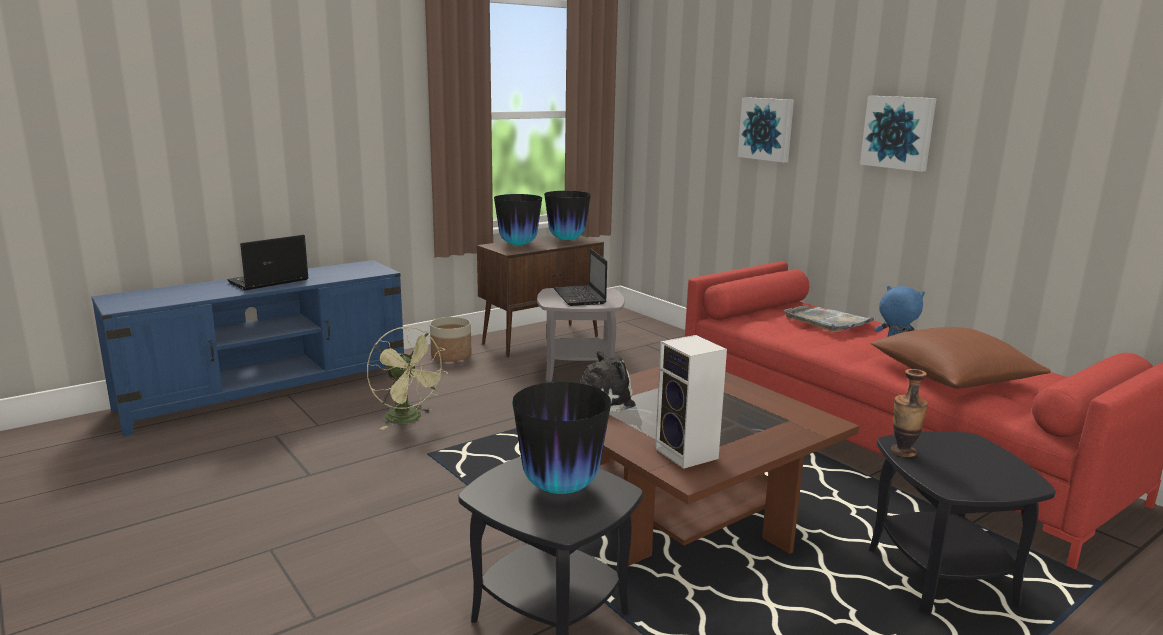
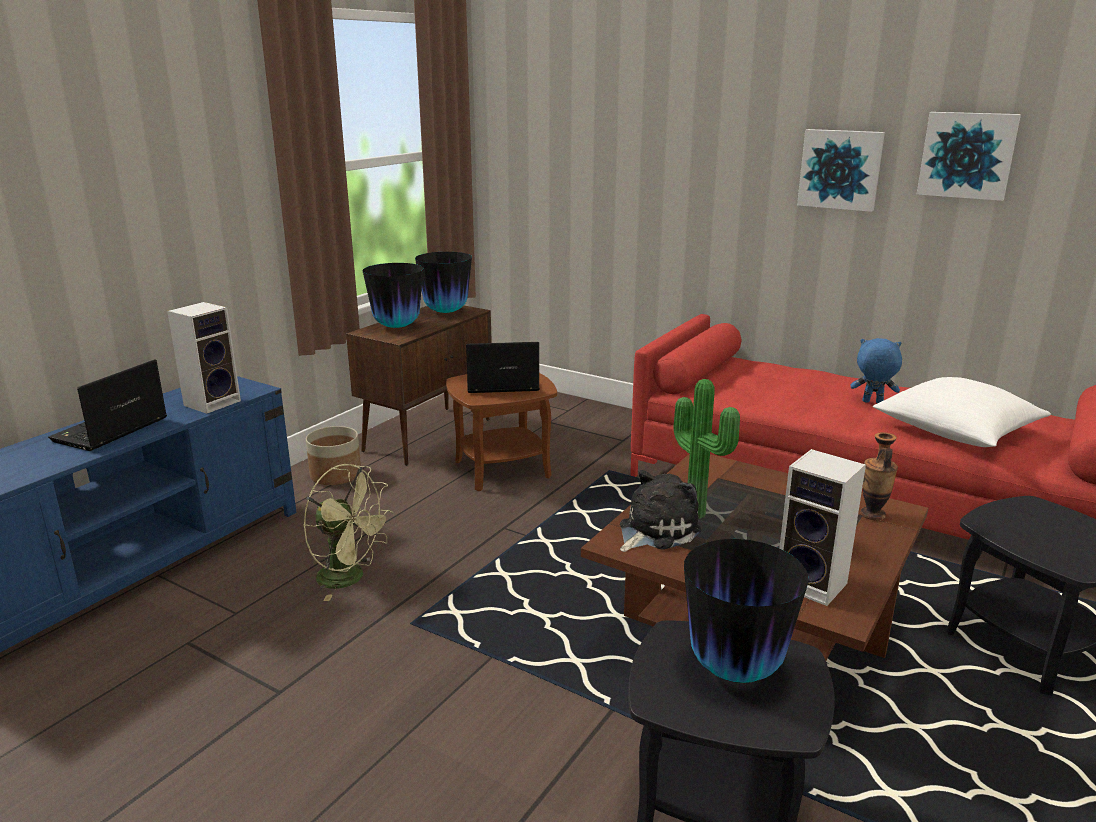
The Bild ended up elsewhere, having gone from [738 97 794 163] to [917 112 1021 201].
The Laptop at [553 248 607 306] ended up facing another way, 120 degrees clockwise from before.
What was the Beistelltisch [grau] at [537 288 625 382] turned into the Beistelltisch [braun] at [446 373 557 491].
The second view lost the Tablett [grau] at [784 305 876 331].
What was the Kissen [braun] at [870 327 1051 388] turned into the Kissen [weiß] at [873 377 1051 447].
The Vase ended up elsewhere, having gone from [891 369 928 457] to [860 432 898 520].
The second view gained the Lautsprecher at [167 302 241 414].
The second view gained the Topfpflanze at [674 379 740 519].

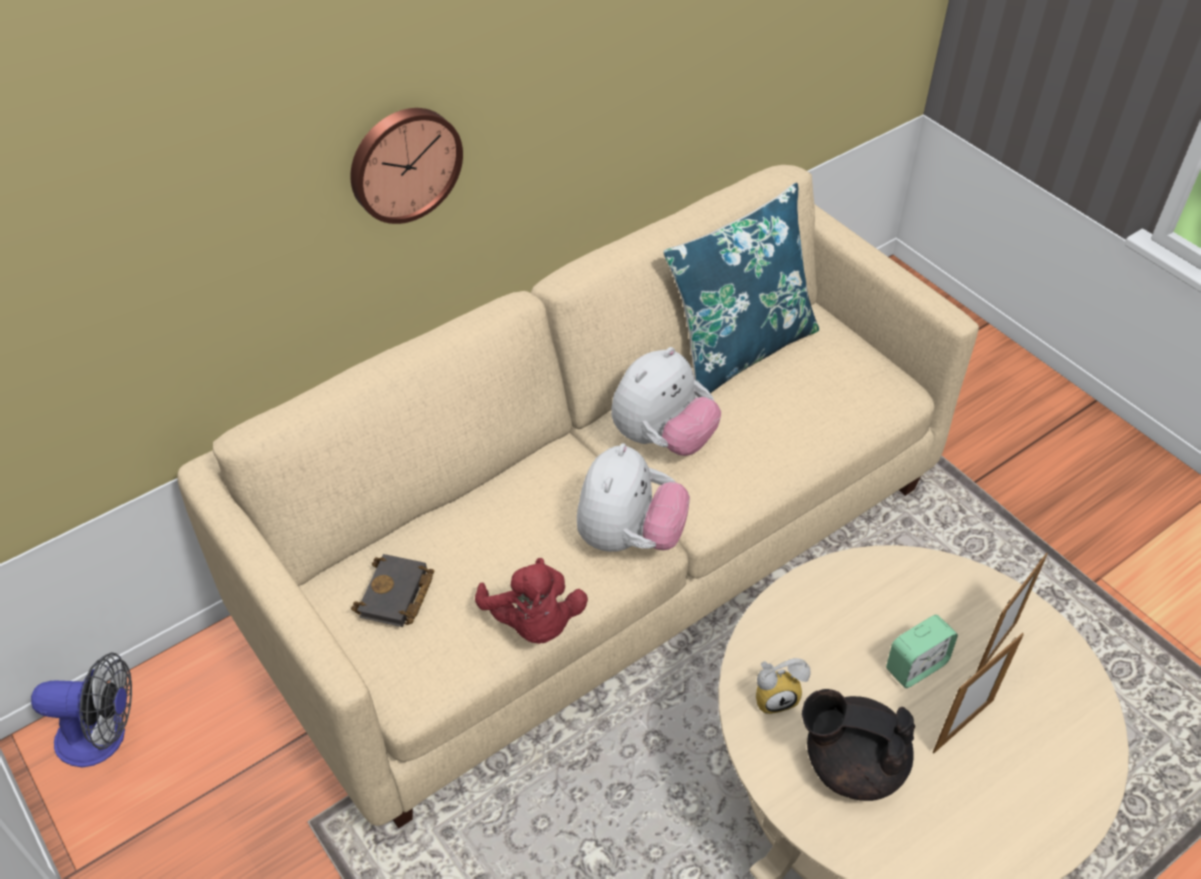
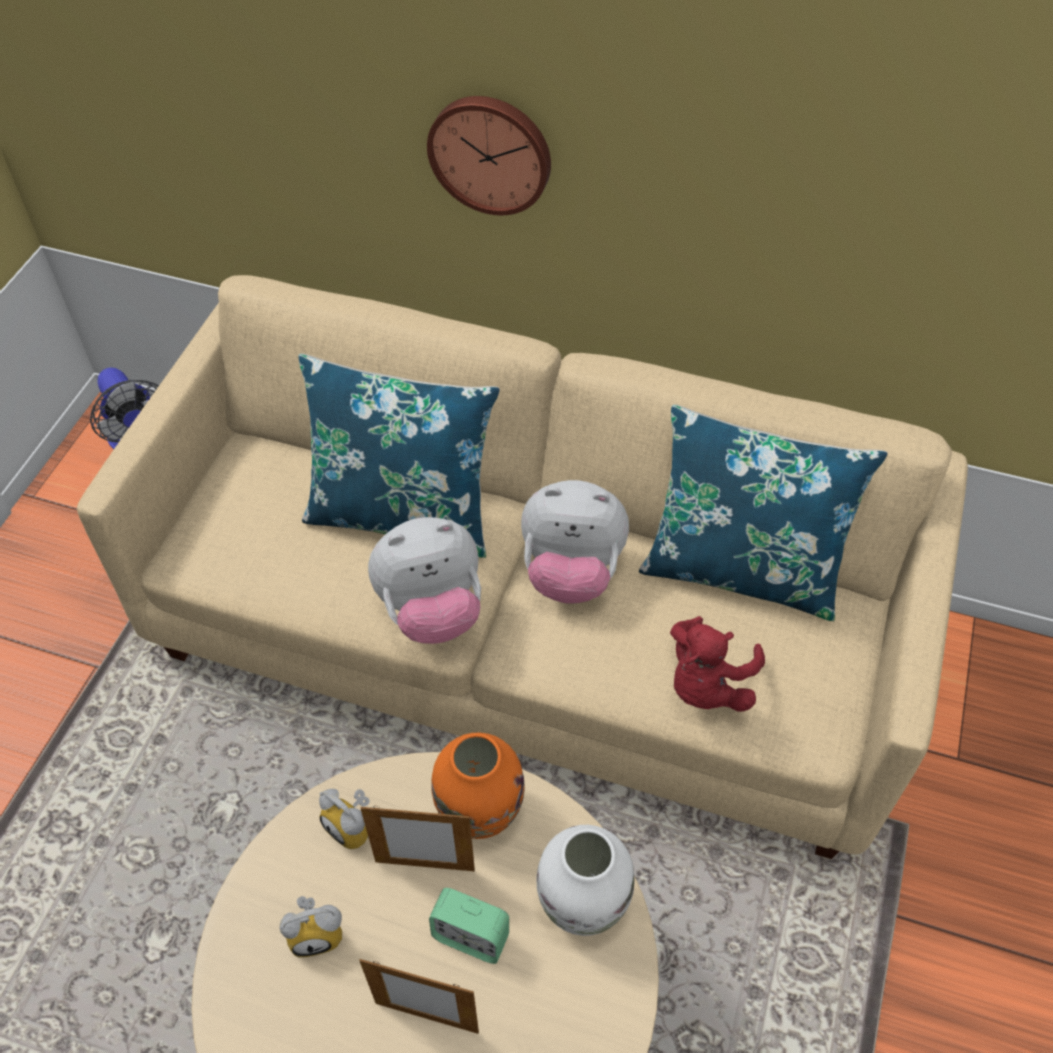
The Bilderrahmen ended up elsewhere, having gone from [976 553 1048 673] to [360 806 475 871].
The second view lost the Buch [schwarz] at [351 554 434 627].
The Plüschtier [rot] ended up elsewhere, having gone from [475 558 588 644] to [670 616 765 712].
Where the Teekanne [schwarz] stood at [802 689 915 801], the Wecker came to stand at [280 896 343 958].
The second view gained the Kissen [blau] at [299 353 500 558].
The second view gained the Vase [orange] at [432 732 525 839].
The second view gained the Vase [weiß] at [536 825 635 936].

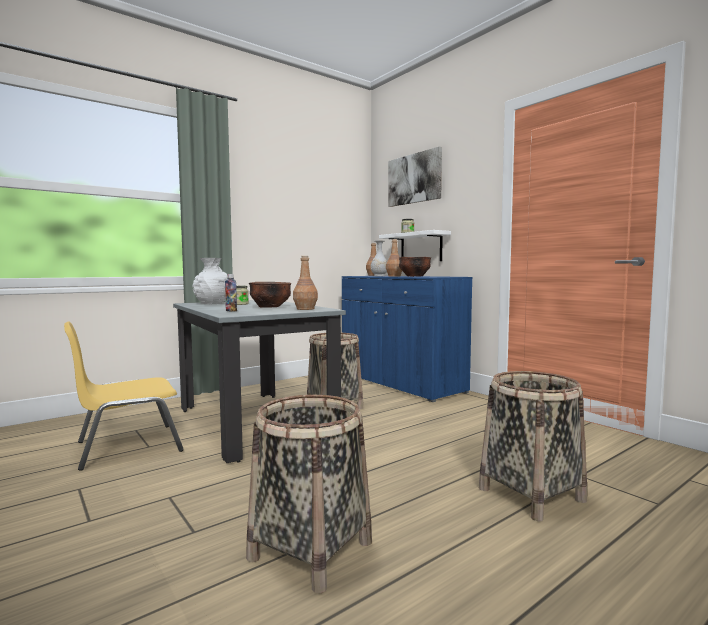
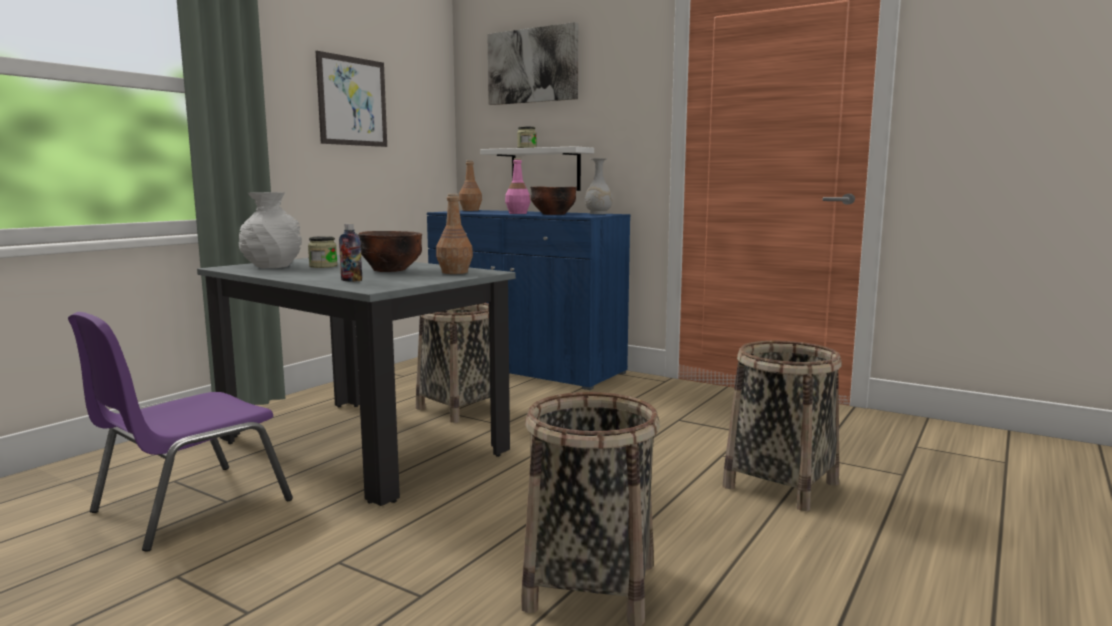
What was the Flasche [braun] at [386 239 402 277] turned into the Flasche [rosa] at [505 158 531 214].
The Vase [weiß] ended up elsewhere, having gone from [371 240 387 276] to [585 158 613 214].
What was the Stuhl [gelb] at [64 321 184 471] turned into the Stuhl [lila] at [68 312 293 552].
The second view gained the Bild at [315 51 387 147].

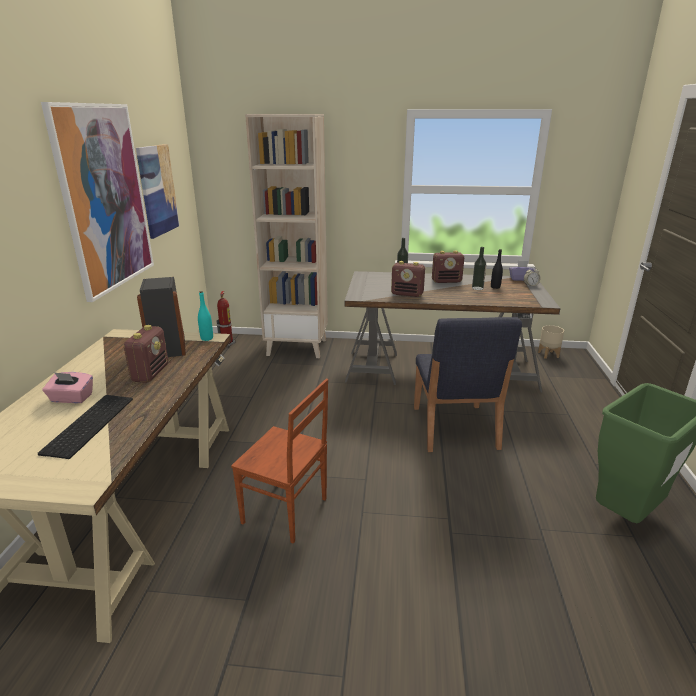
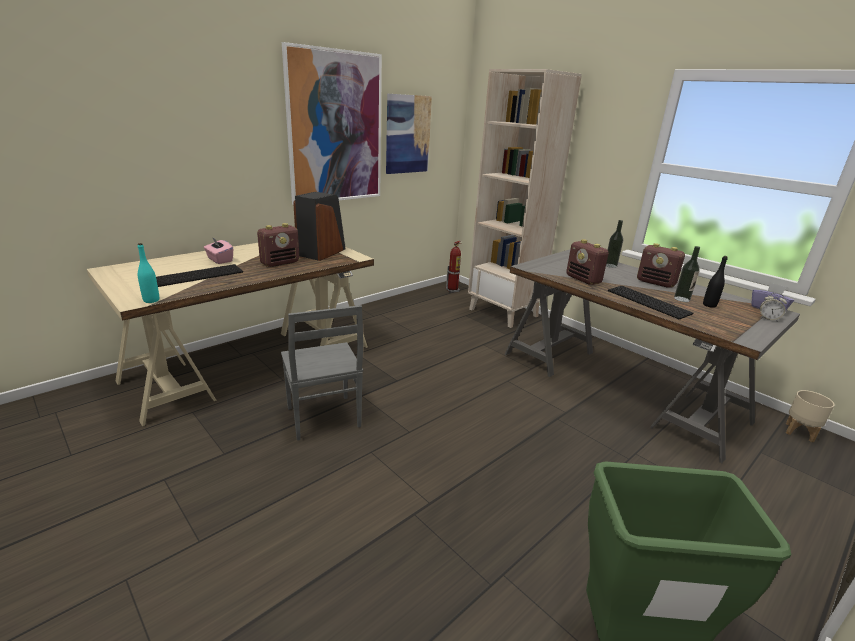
The Flasche [türkis] ended up elsewhere, having gone from [198 291 213 341] to [138 243 159 303].
The second view lost the Stuhl [blau] at [414 317 522 452].
What was the Stuhl [braun] at [231 379 328 544] turned into the Stuhl [grau] at [281 305 363 441].
The second view gained the Tastatur at [608 286 693 319].

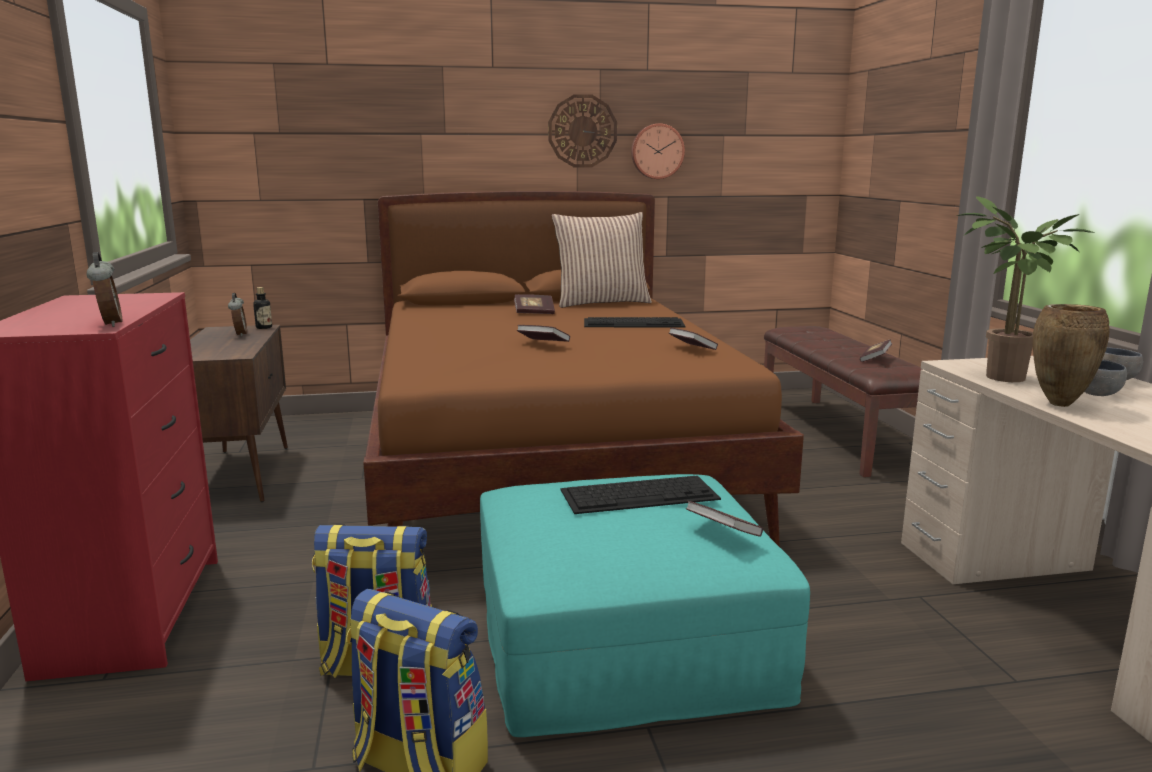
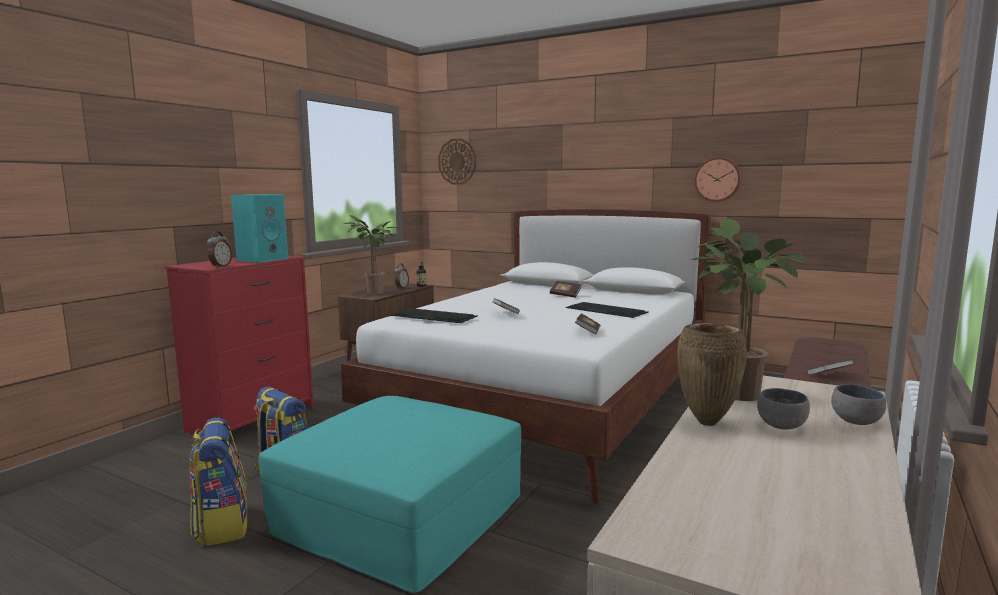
The Wanduhr ended up elsewhere, having gone from [548 94 617 167] to [438 138 476 185].
What was the Bett [braun] at [363 191 804 547] turned into the Bett [weiß] at [341 209 710 504].
The second view lost the Kissen at [552 212 652 308].
The Tastatur ended up elsewhere, having gone from [560 476 721 514] to [391 308 478 323].
The second view lost the Buch at [686 501 763 537].
The second view gained the Lautsprecher [türkis] at [231 194 288 263].
The second view gained the Topfpflanze at [344 215 396 295].

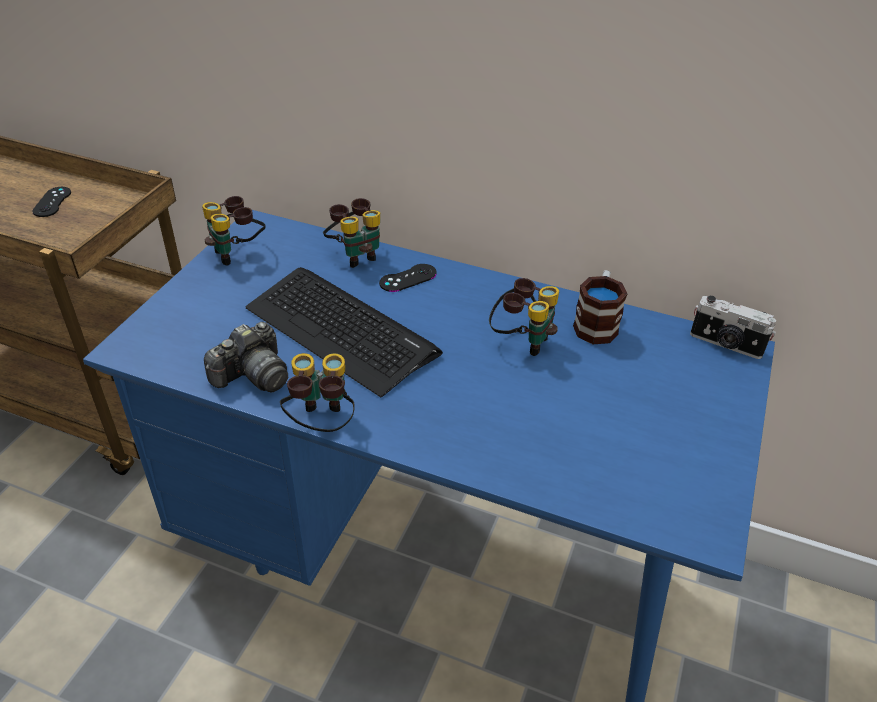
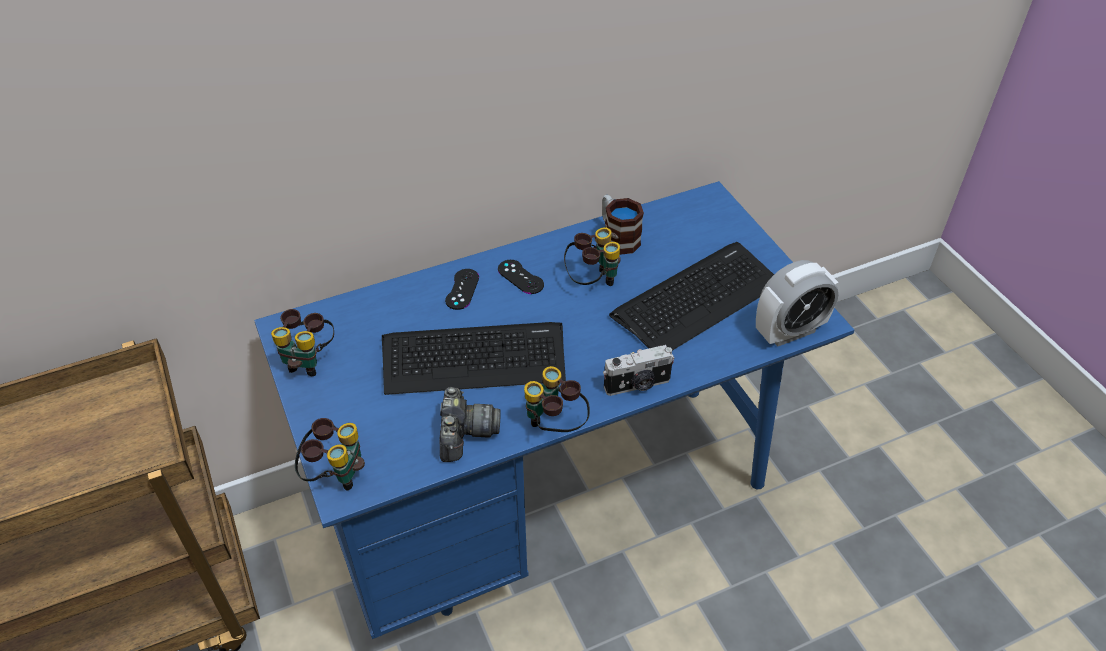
The Gamepad [schwarz] ended up elsewhere, having gone from [32 187 71 217] to [498 260 544 294].
The Fernglas ended up elsewhere, having gone from [323 198 380 268] to [295 418 365 490].
The Kamera ended up elsewhere, having gone from [690 296 776 359] to [603 345 675 396].
The second view gained the Tastatur at [609 242 774 351].
The second view gained the Wecker at [756 260 840 347].

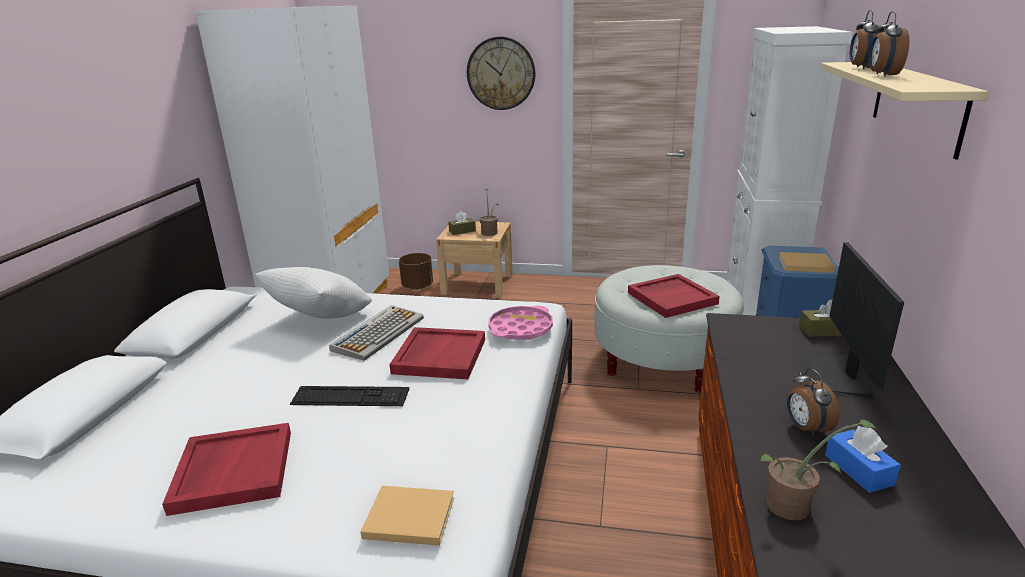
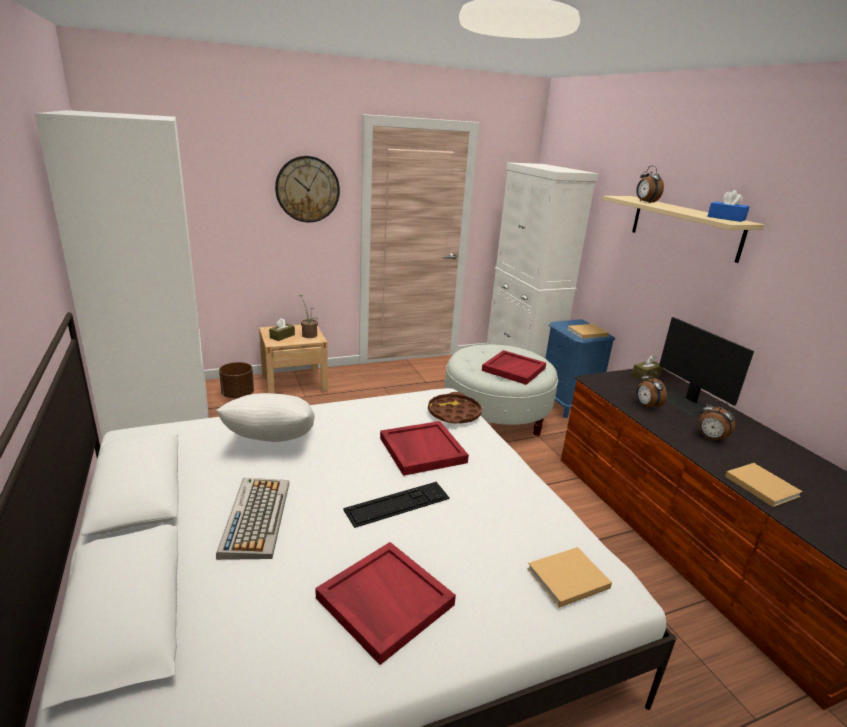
The Wecker ended up elsewhere, having gone from [869 11 909 77] to [636 370 667 410].
The Tastatur ended up elsewhere, having gone from [329 305 424 361] to [216 478 289 560].
What was the Tablett [rosa] at [488 306 553 340] turned into the Tablett [braun] at [428 392 482 424].
Where the Topfpflanze stood at [759 419 876 520], the Buch [beige] came to stand at [725 463 803 507].
The Taschentuchbox [blau] ended up elsewhere, having gone from [825 426 901 493] to [707 190 750 222].

